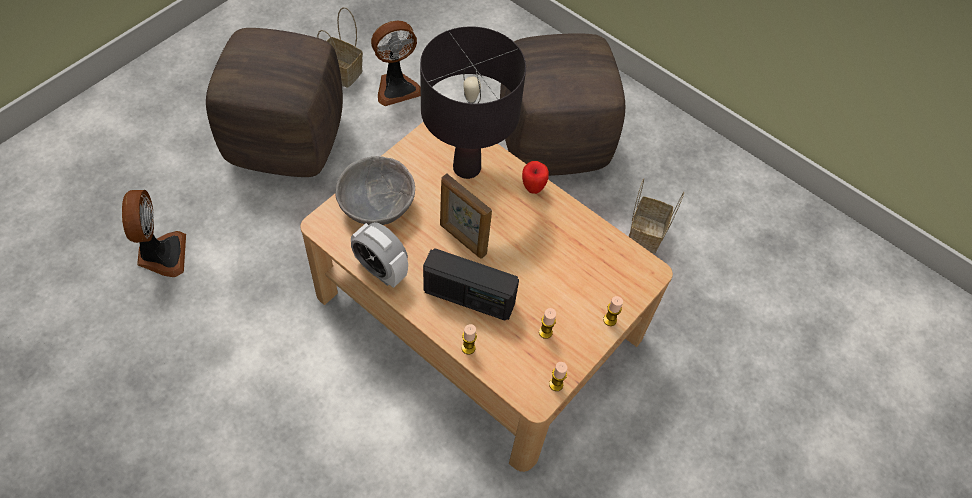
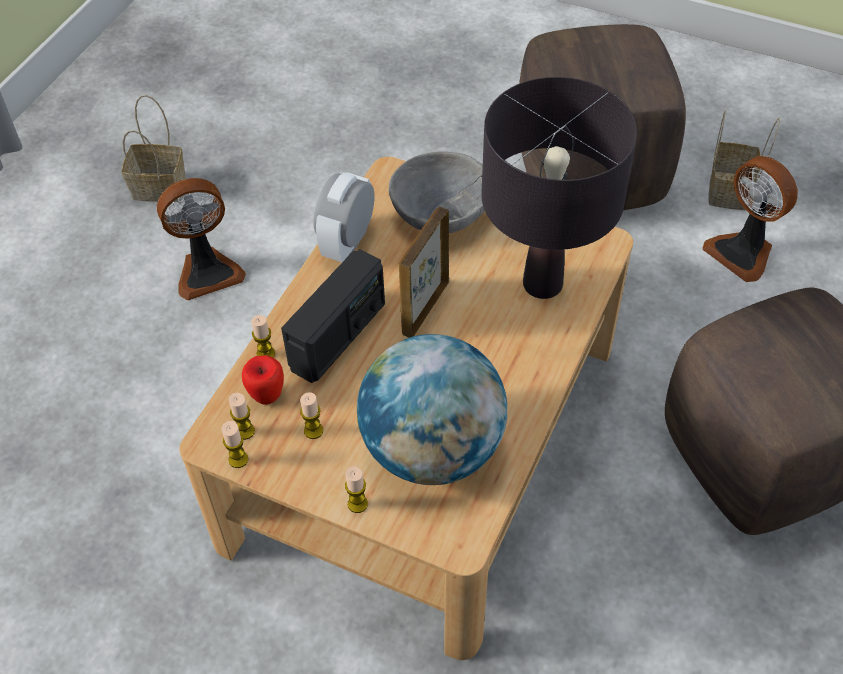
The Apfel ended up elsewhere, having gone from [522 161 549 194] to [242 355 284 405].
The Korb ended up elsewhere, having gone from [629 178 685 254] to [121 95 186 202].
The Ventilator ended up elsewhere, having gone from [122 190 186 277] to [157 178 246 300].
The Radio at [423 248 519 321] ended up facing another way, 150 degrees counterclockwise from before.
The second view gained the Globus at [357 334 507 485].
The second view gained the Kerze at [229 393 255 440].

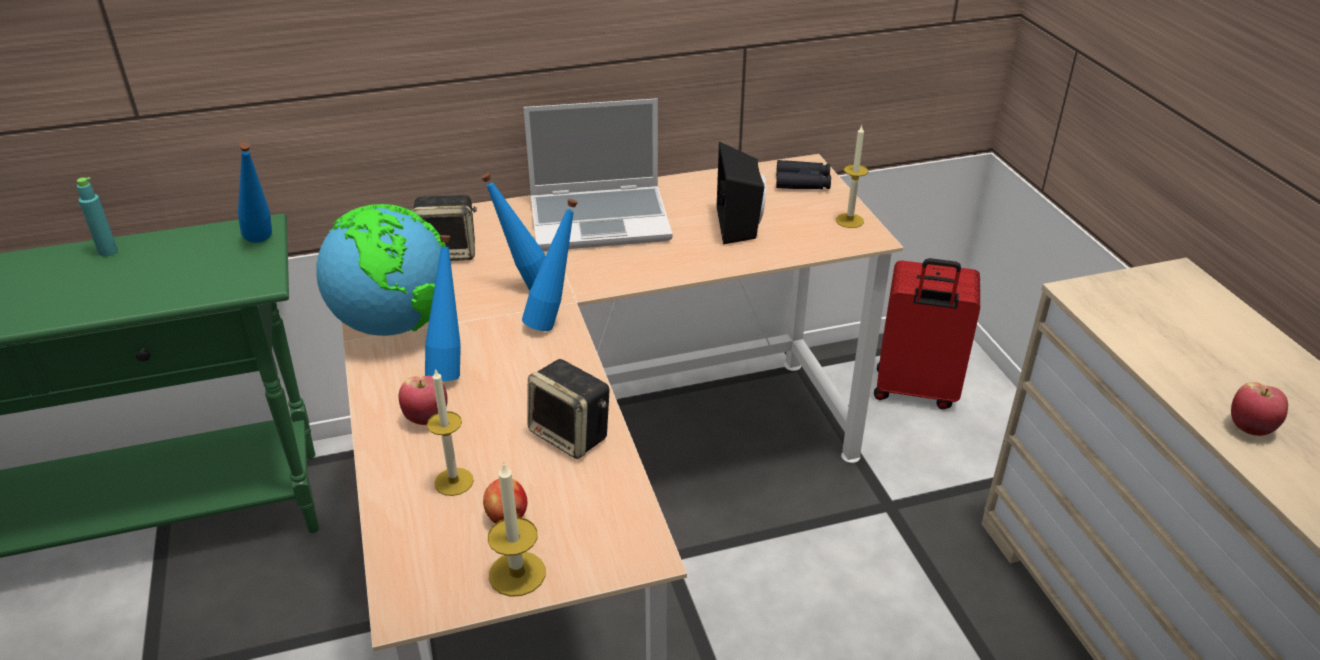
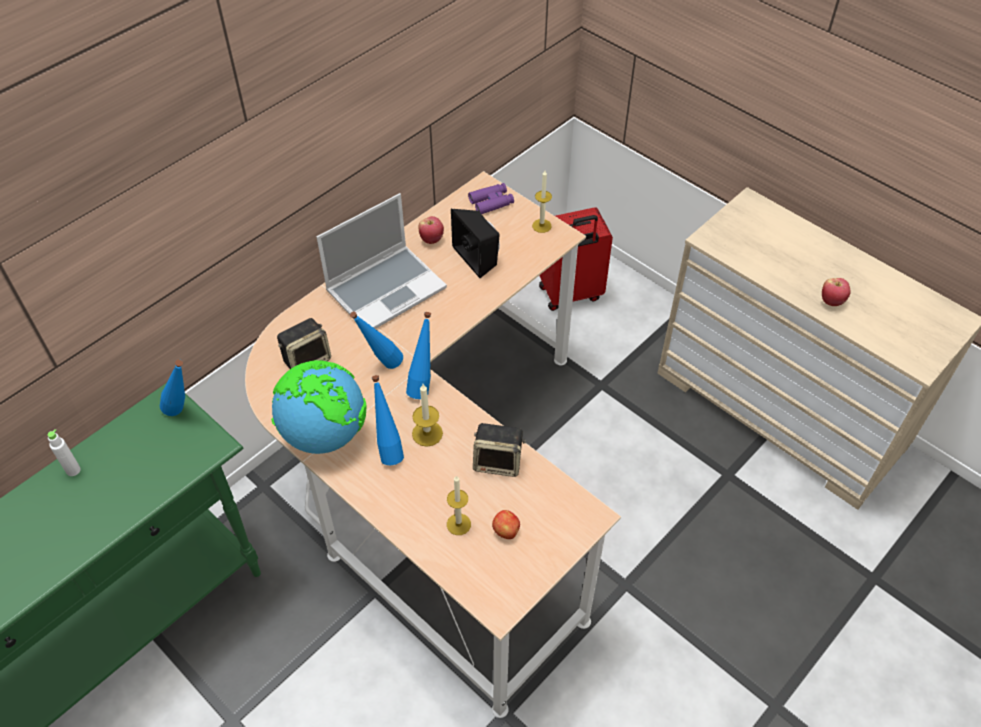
What was the Fernglas [schwarz] at [776 160 831 189] turned into the Fernglas [lila] at [468 183 514 214].
What was the Flasche [türkis] at [77 177 118 257] turned into the Flasche [weiß] at [47 429 81 476].
The Apfel ended up elsewhere, having gone from [399 376 448 425] to [418 216 444 244].
The Kerze ended up elsewhere, having gone from [488 462 546 597] to [412 384 443 446].

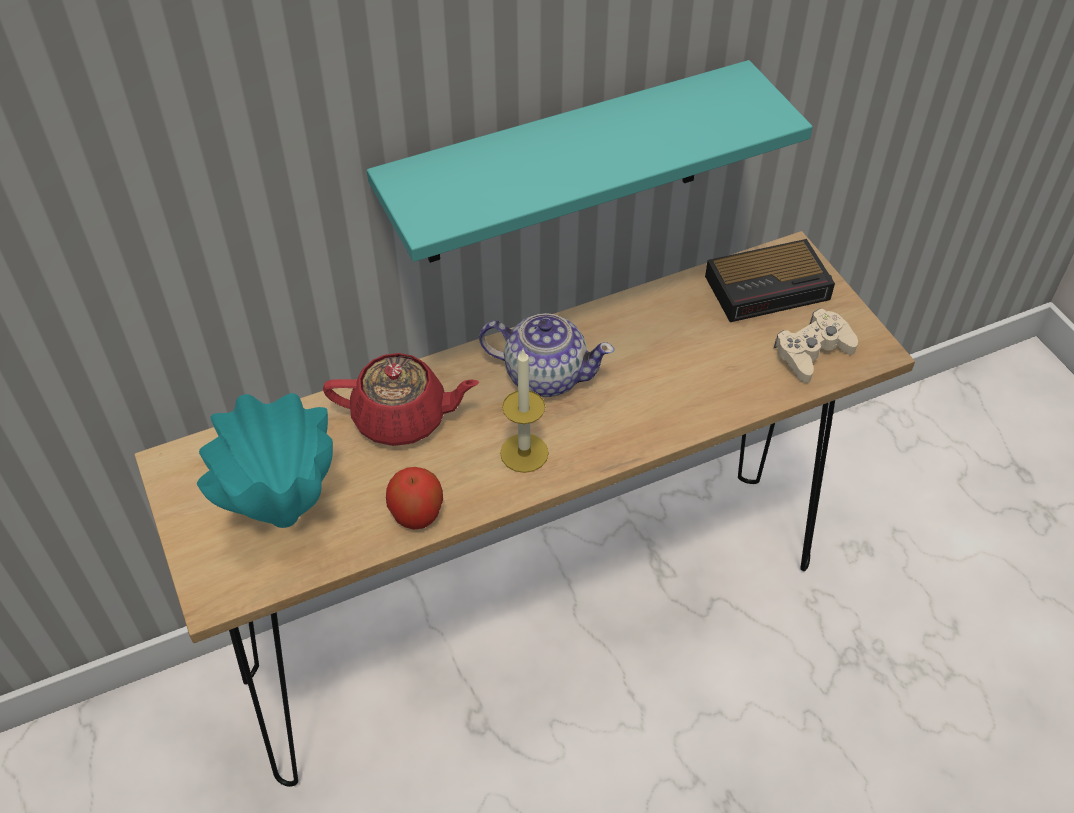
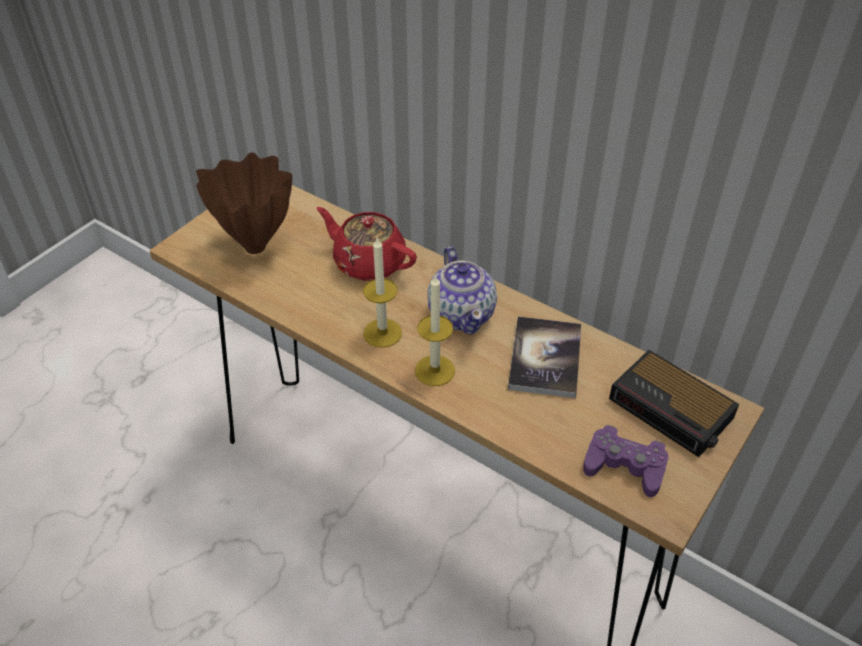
The second view lost the Wandregal [türkis] at [367 60 813 263].
What was the Gamepad [beige] at [774 309 858 383] turned into the Gamepad [lila] at [583 425 668 497].
The Teekanne [rot] at [323 353 479 446] ended up facing another way, 150 degrees clockwise from before.
What was the Vase [türkis] at [197 393 333 528] turned into the Vase [braun] at [196 152 292 254].
The second view lost the Apfel at [386 467 443 530].
The second view gained the Kerze at [415 274 455 386].
The second view gained the Buch at [508 316 581 398].

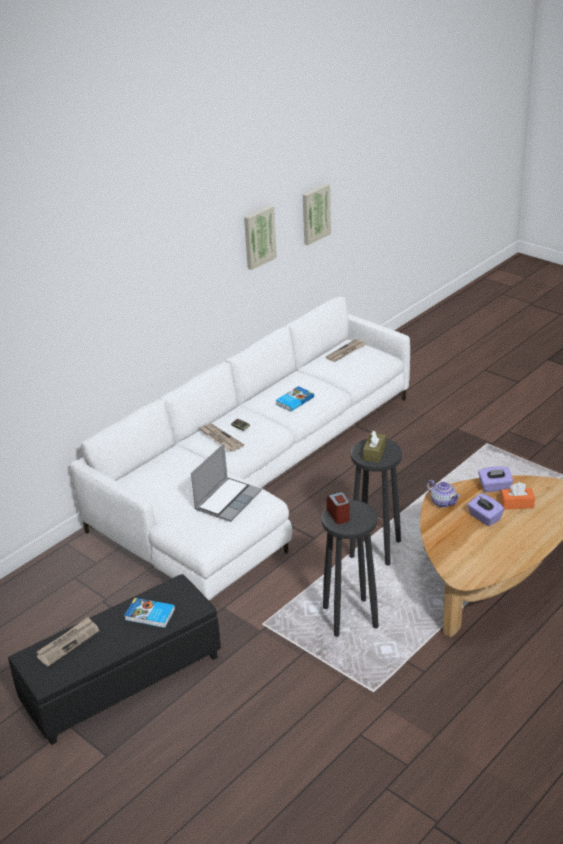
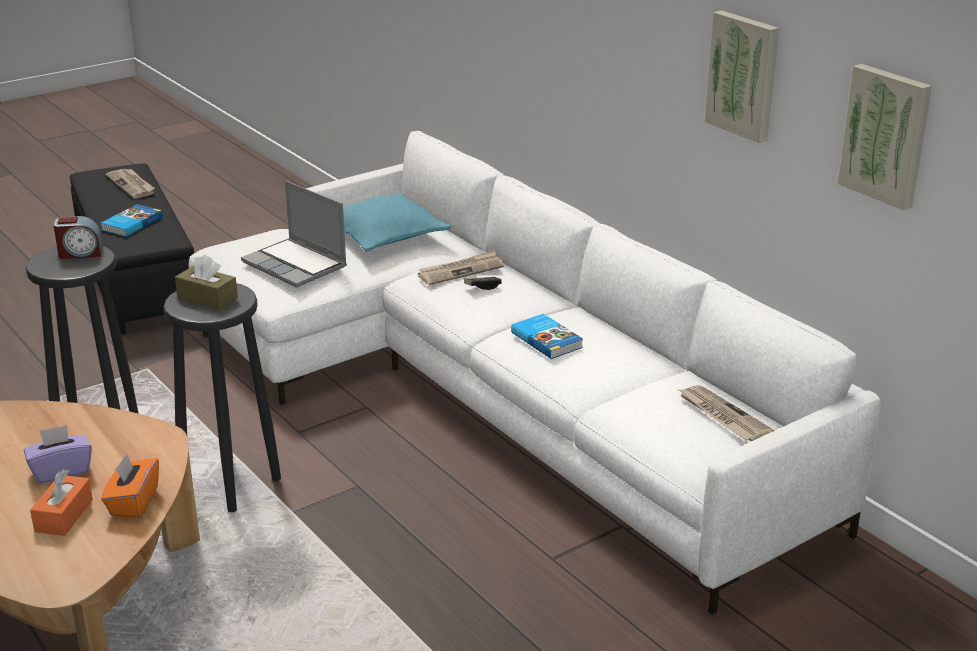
What was the Taschentuchbox [lila] at [478 466 513 492] turned into the Taschentuchbox [orange] at [101 453 159 518].
The second view lost the Teekanne at [427 480 461 508].
The second view gained the Kissen [türkis] at [343 193 452 252].

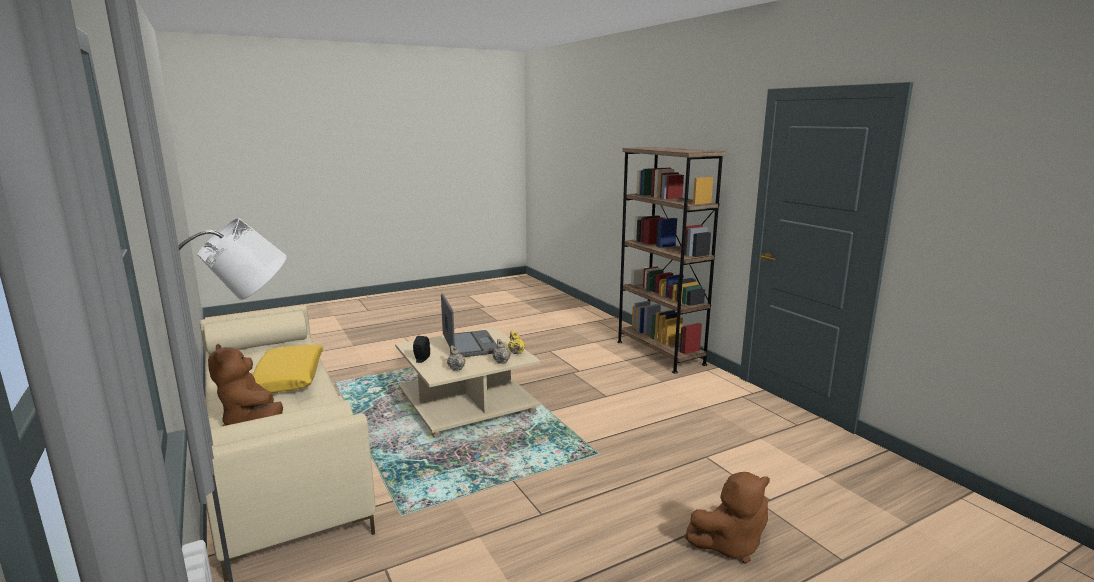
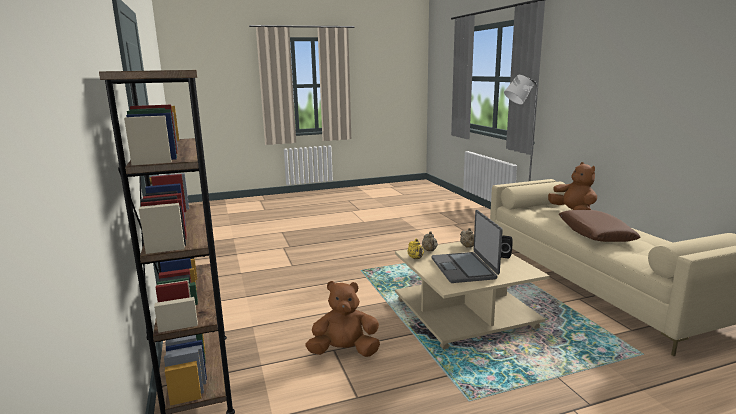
What was the Kissen [gelb] at [252 345 324 393] turned into the Kissen [braun] at [559 210 640 242].
The Plüschtier [braun] ended up elsewhere, having gone from [685 472 770 564] to [305 281 380 357].

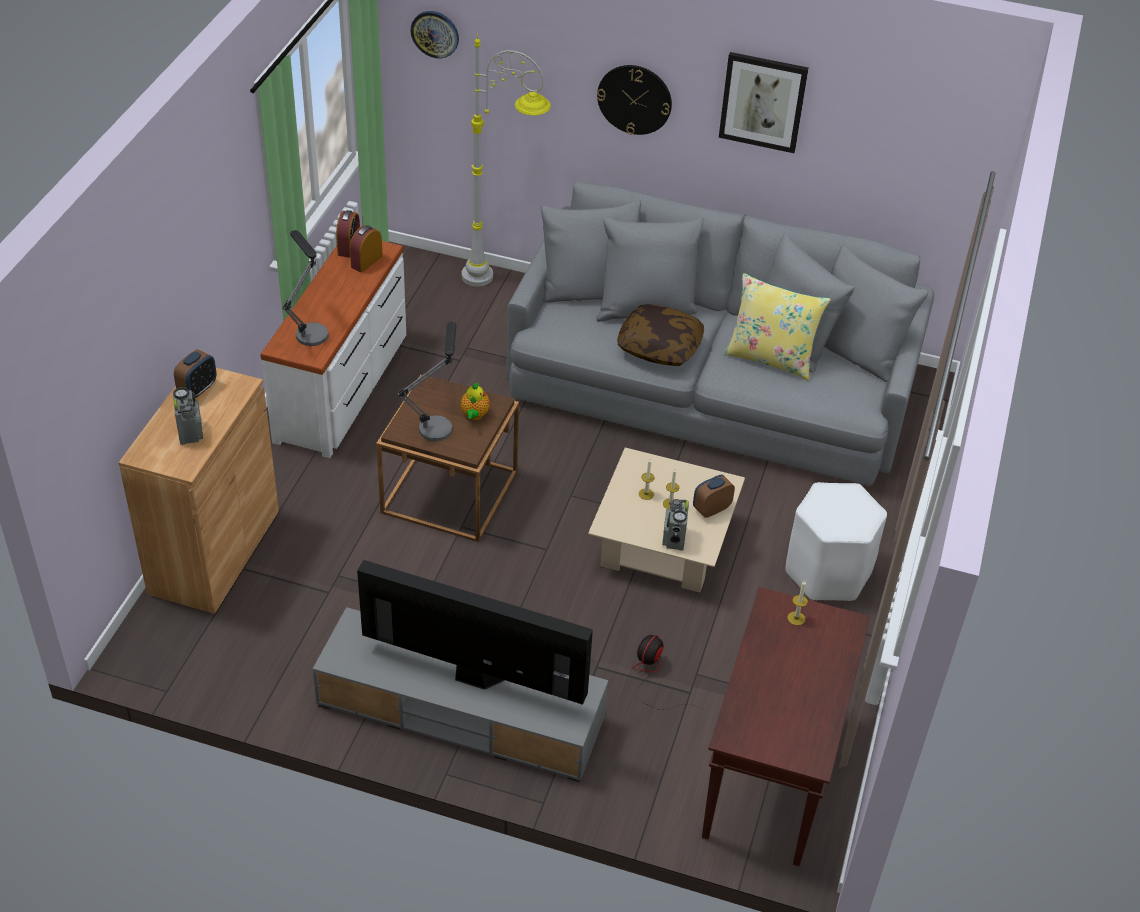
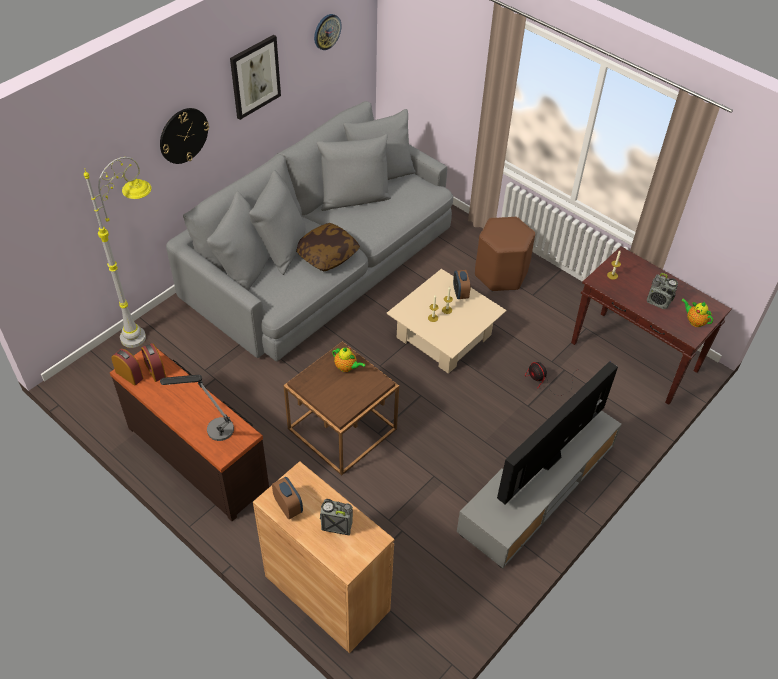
The Wanduhr ended up elsewhere, having gone from [411 11 459 58] to [314 14 342 50].
What was the Kommode [weiß] at [260 241 406 458] turned into the Kommode [braun] at [110 349 269 521].
The second view lost the Kissen [gelb] at [723 273 831 380].
The second view lost the Tischlampe at [397 322 456 441].
What was the Hocker [weiß] at [785 482 887 601] turned into the Hocker [braun] at [475 217 535 292].
The Radio ended up elsewhere, having gone from [662 499 689 551] to [647 273 678 309].
The second view gained the Teekanne at [681 298 713 327].

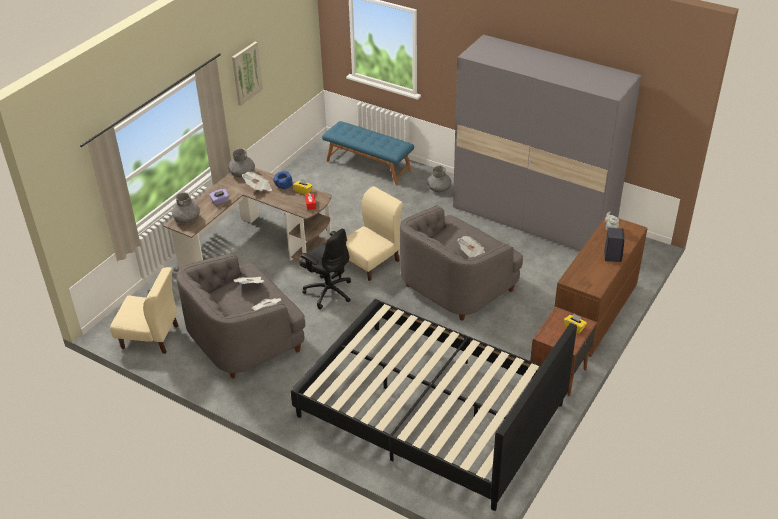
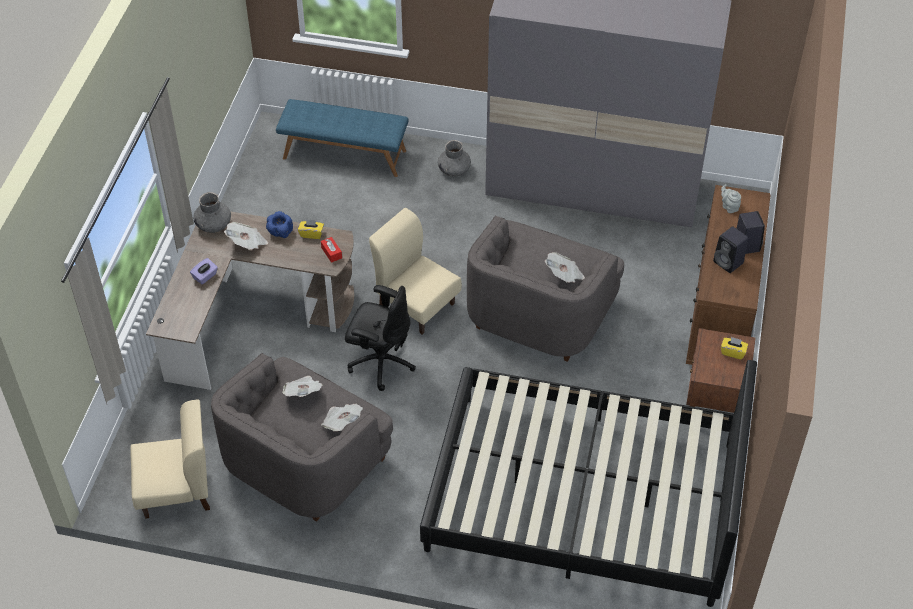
The second view lost the Bild at [232 42 263 106].
The Stuhl [beige] at [346 186 402 281] ended up facing another way, 75 degrees counterclockwise from before.
The second view lost the Vase [grau] at [172 192 200 223].
The second view gained the Lautsprecher [schwarz] at [713 226 748 273].

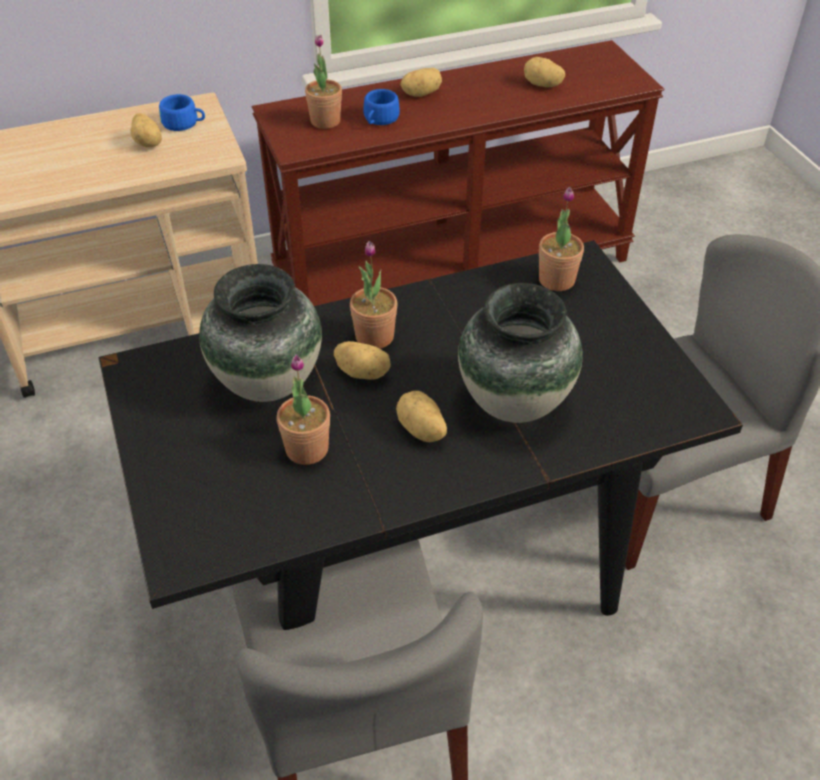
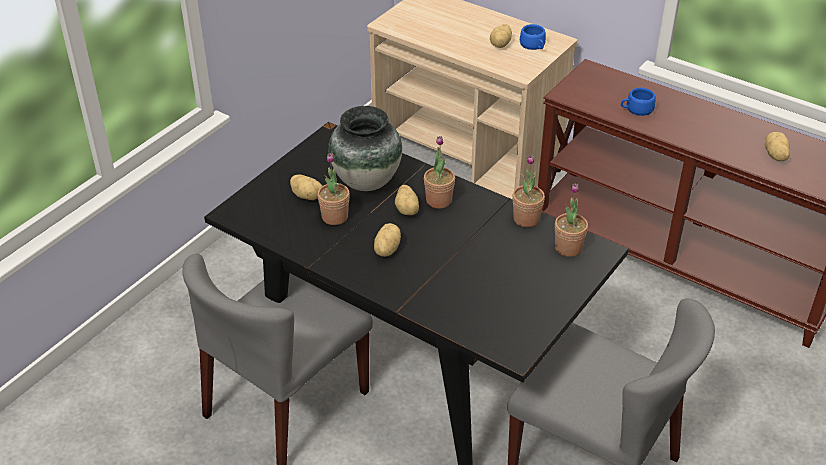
The Topfpflanze ended up elsewhere, having gone from [305 35 342 129] to [512 155 545 227].
The Kartoffel ended up elsewhere, having gone from [401 68 442 97] to [290 175 323 200].
The second view lost the Vase at [458 283 583 423].

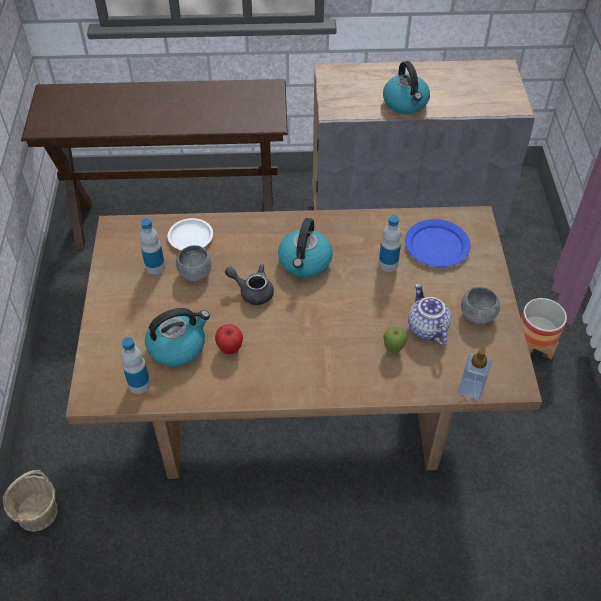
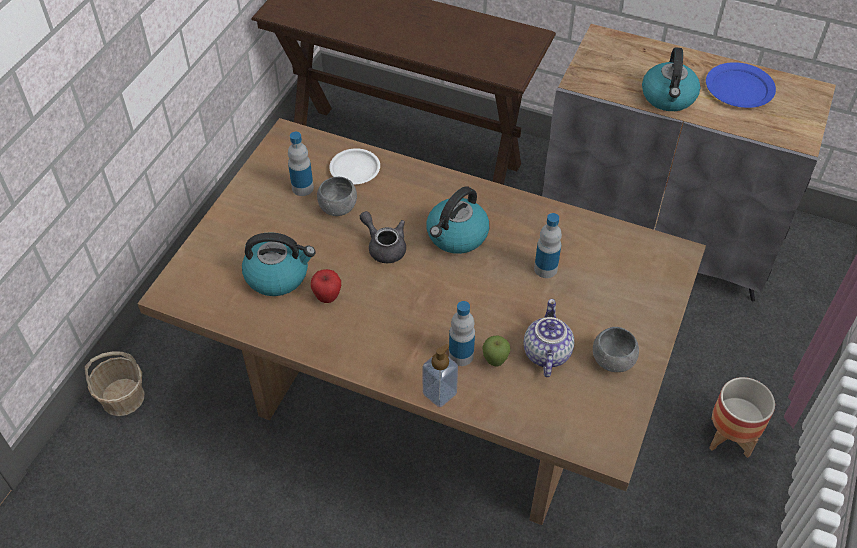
The Teller [blau] ended up elsewhere, having gone from [405 219 470 267] to [706 62 776 108].
The Flasche ended up elsewhere, having gone from [121 337 151 394] to [449 301 475 366].
The Seifenspender ended up elsewhere, having gone from [458 344 492 400] to [422 344 458 407].

